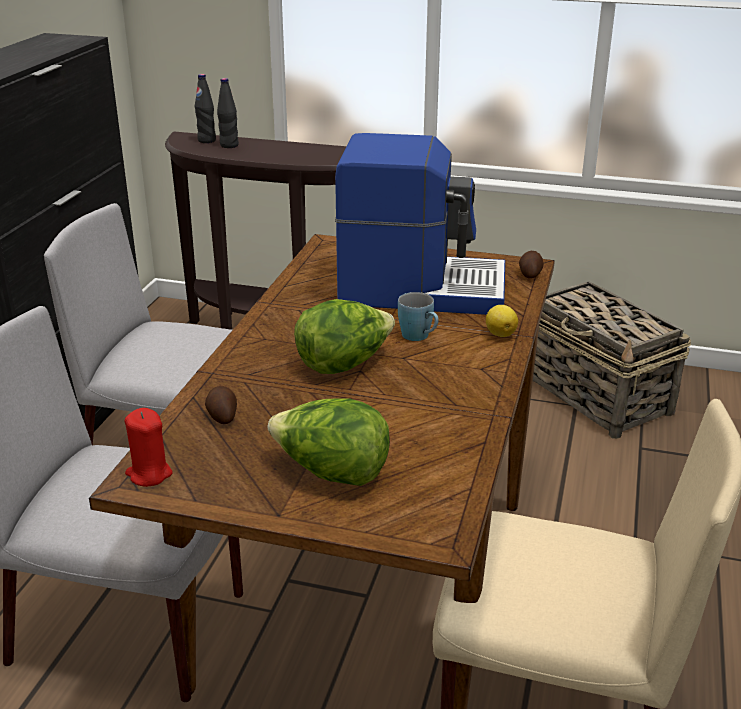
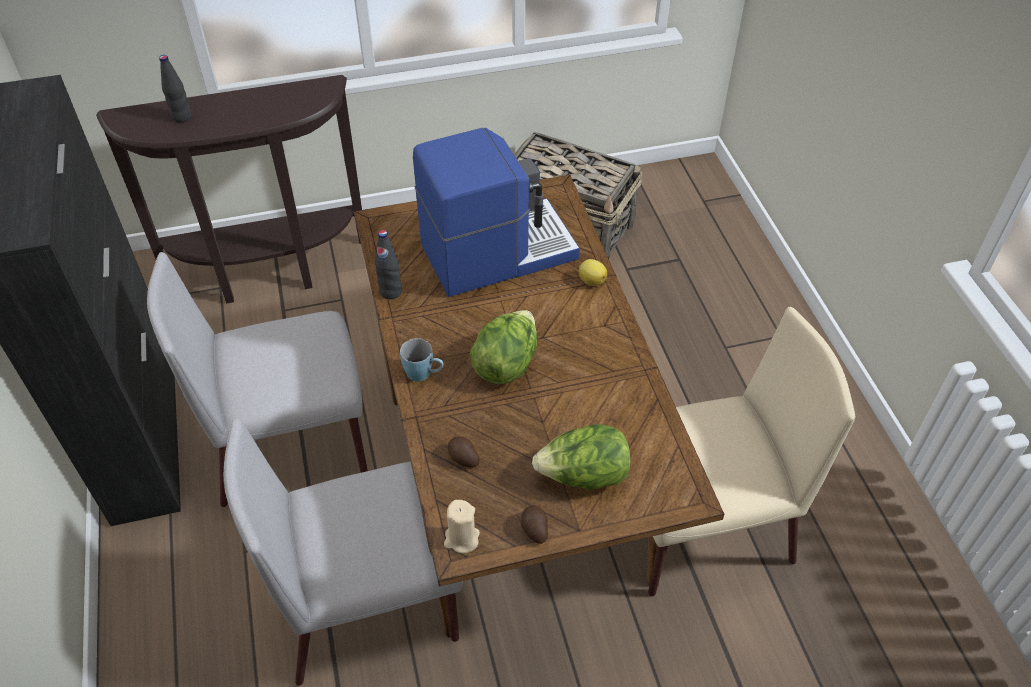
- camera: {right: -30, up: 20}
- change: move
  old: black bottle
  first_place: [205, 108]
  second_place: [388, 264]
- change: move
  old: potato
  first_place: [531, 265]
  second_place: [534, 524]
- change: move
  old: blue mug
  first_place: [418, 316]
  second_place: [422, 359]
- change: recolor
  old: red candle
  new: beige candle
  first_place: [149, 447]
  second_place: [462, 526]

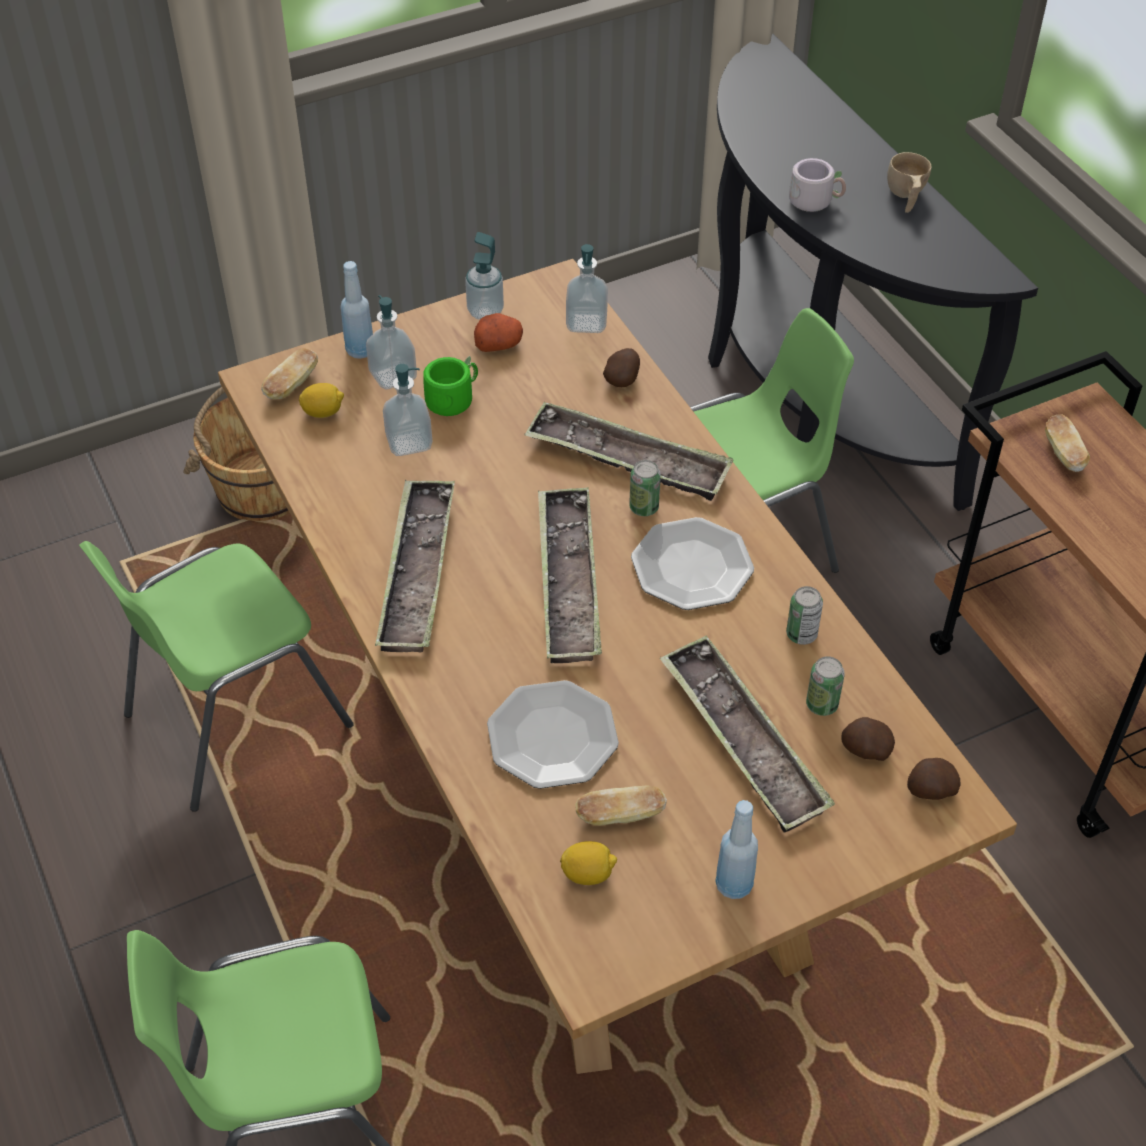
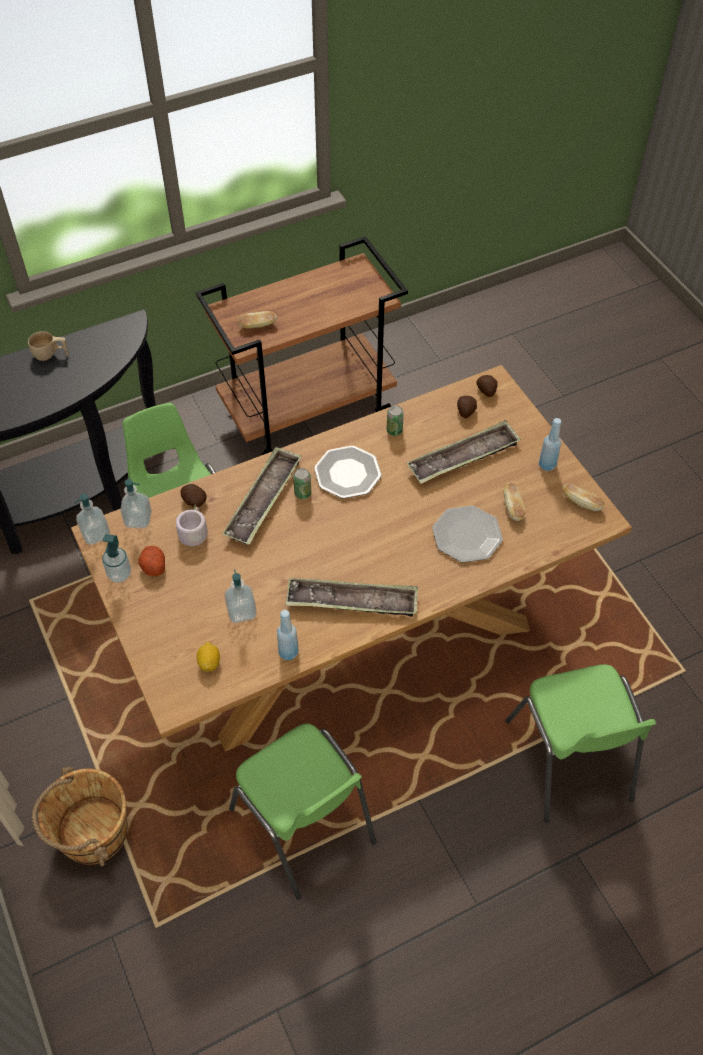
- camera: {right: -90, up: 5}
- change: move
  old: grey mug
  first_place: [817, 185]
  second_place: [190, 525]
- change: move
  old: blue bottle
  first_place: [357, 310]
  second_place: [288, 635]
- change: move
  old: soap dispenser
  first_place: [391, 342]
  second_place: [92, 519]
- change: move
  old: bread
  first_place: [289, 373]
  second_place: [584, 497]
- change: delete
  old: green mug
  first_place: [451, 386]
- change: delete
  old: tray
  first_place: [570, 575]
- change: delete
  old: can
  first_place: [825, 686]
- change: delete
  old: lemon
  first_place: [588, 863]

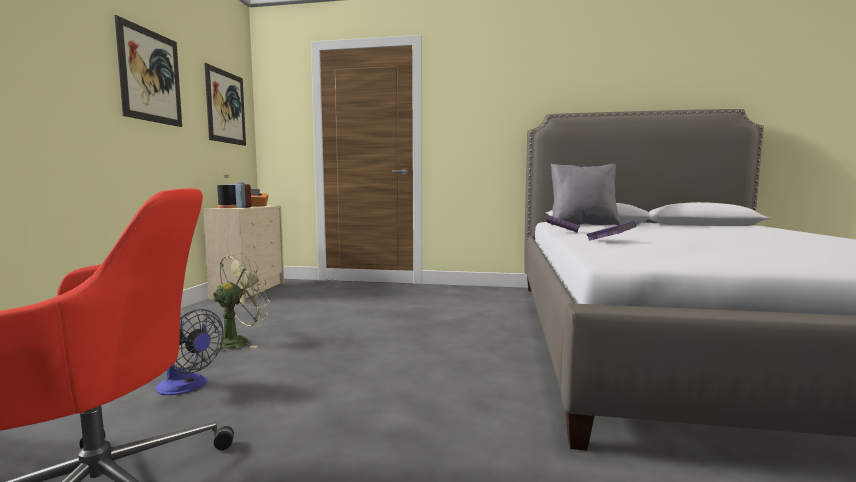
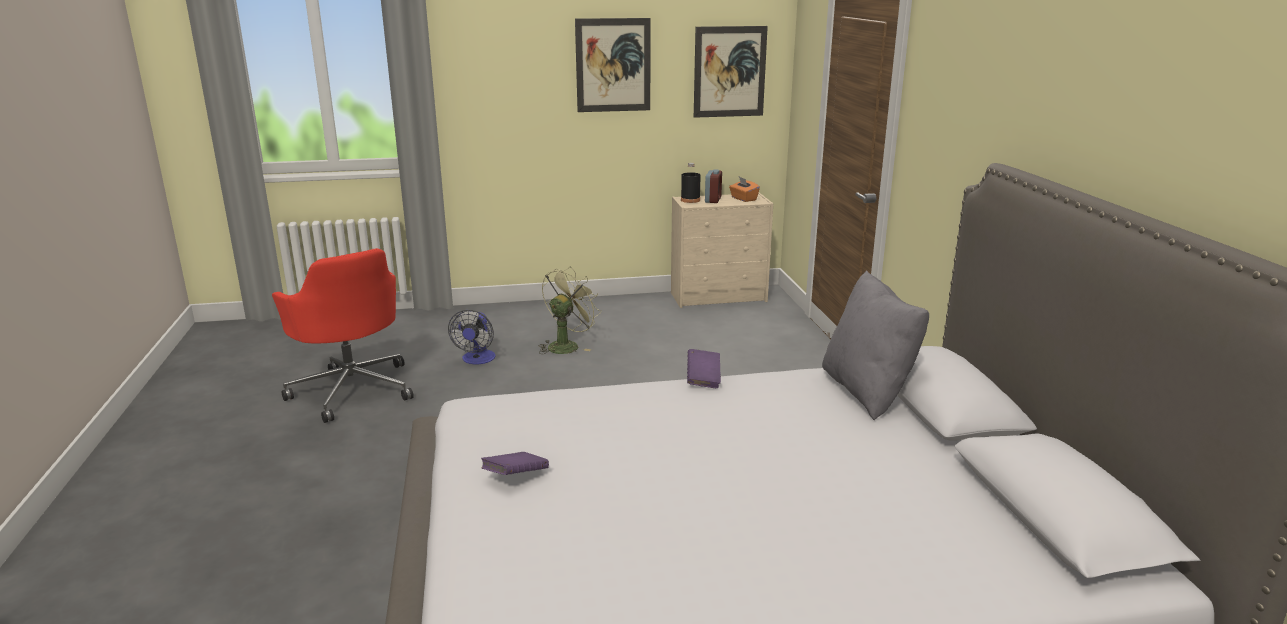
- camera: {right: 70, up: 15}
- change: move
  old: purple book
  first_place: [611, 231]
  second_place: [515, 463]
- change: rotate
  old: green fan
  first_place: [241, 301]
  second_place: [569, 310]
  degrees: -75

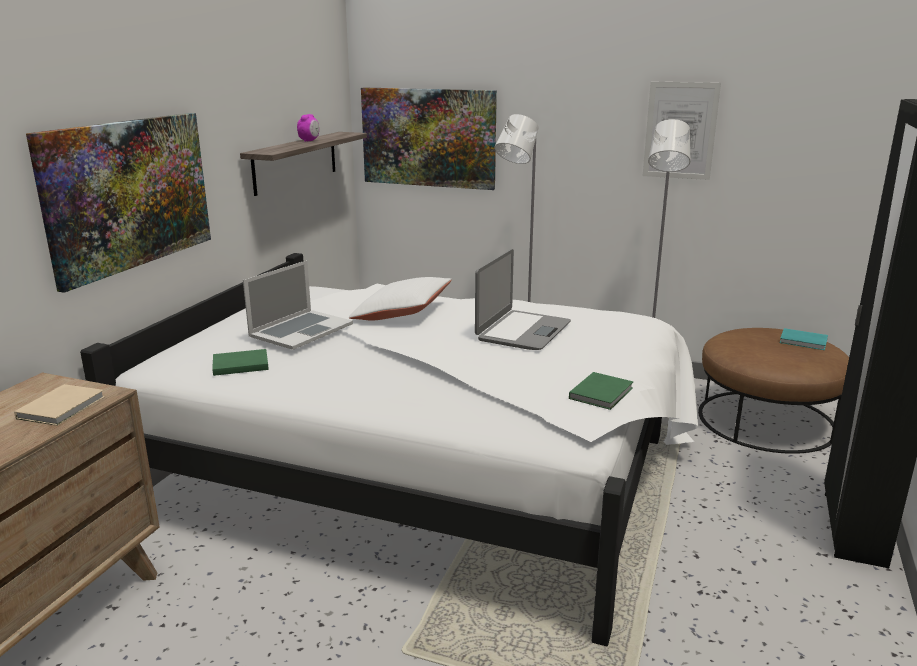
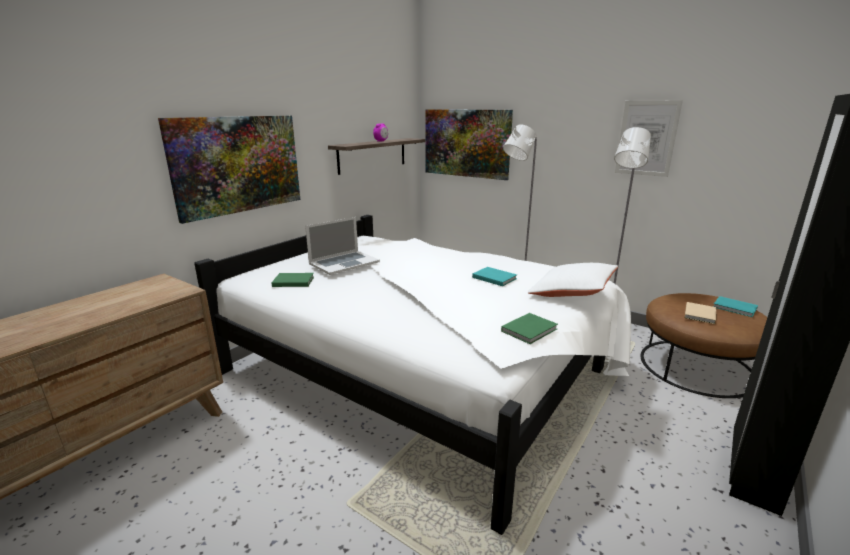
- camera: {right: 15, up: 0}
- change: replace
  old: laptop
  new: turquoise book
  first_place: [523, 299]
  second_place: [494, 276]
- change: move
  old: white pillow
  first_place: [400, 299]
  second_place: [573, 280]
- change: move
  old: beige book
  first_place: [59, 405]
  second_place: [700, 313]

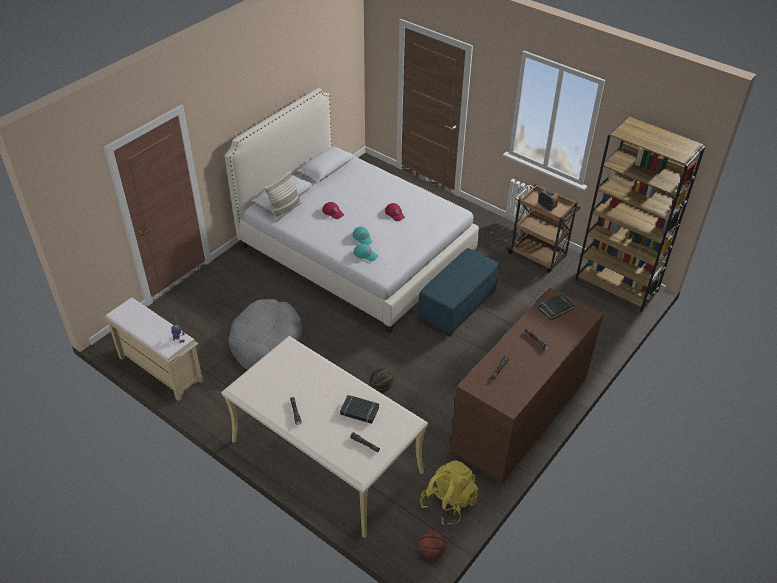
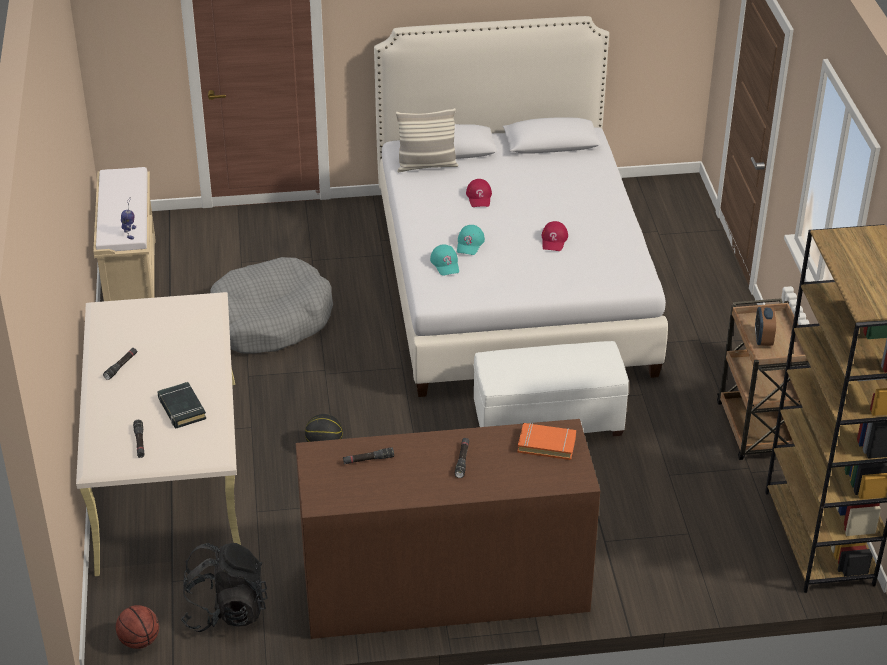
- camera: {right: 45, up: -5}
- change: recolor
  old: blue ottoman
  new: white ottoman
  first_place: [458, 292]
  second_place: [551, 388]
- change: recolor
  old: black book
  new: orange book
  first_place: [556, 306]
  second_place: [546, 441]
- change: recolor
  old: yellow backpack
  new: black backpack
  first_place: [449, 492]
  second_place: [224, 587]

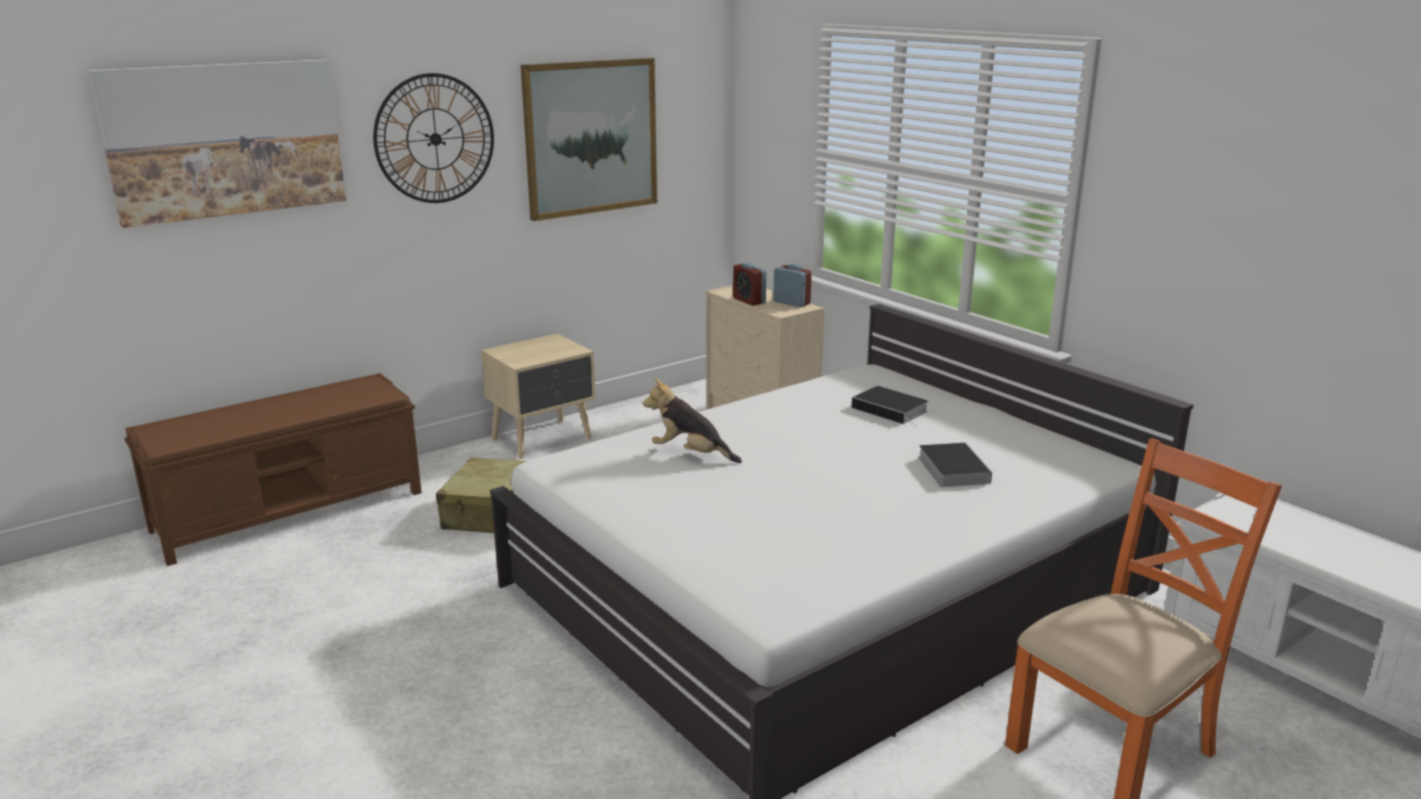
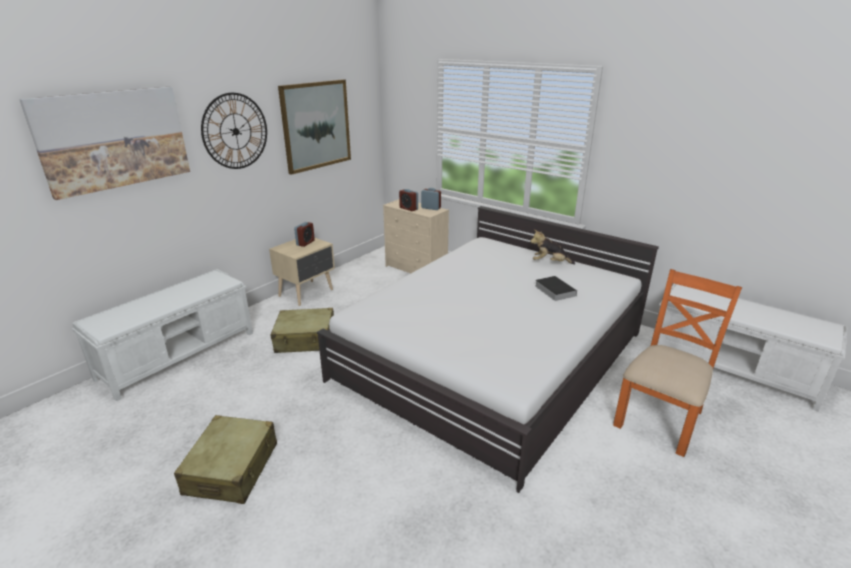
- camera: {right: -15, up: 5}
- change: recolor
  old: brown bench
  new: white bench
  first_place: [273, 469]
  second_place: [162, 335]
- change: move
  old: plush toy
  first_place: [692, 420]
  second_place: [552, 246]
- change: delete
  old: book
  first_place: [890, 406]
- change: insert
  new: alarm clock
  second_place: [304, 234]
- change: insert
  new: beige suitcase
  second_place: [225, 459]

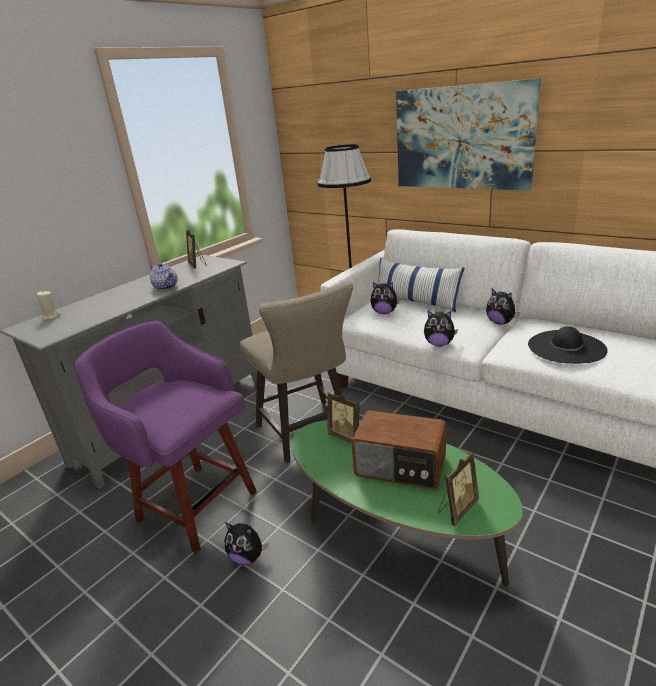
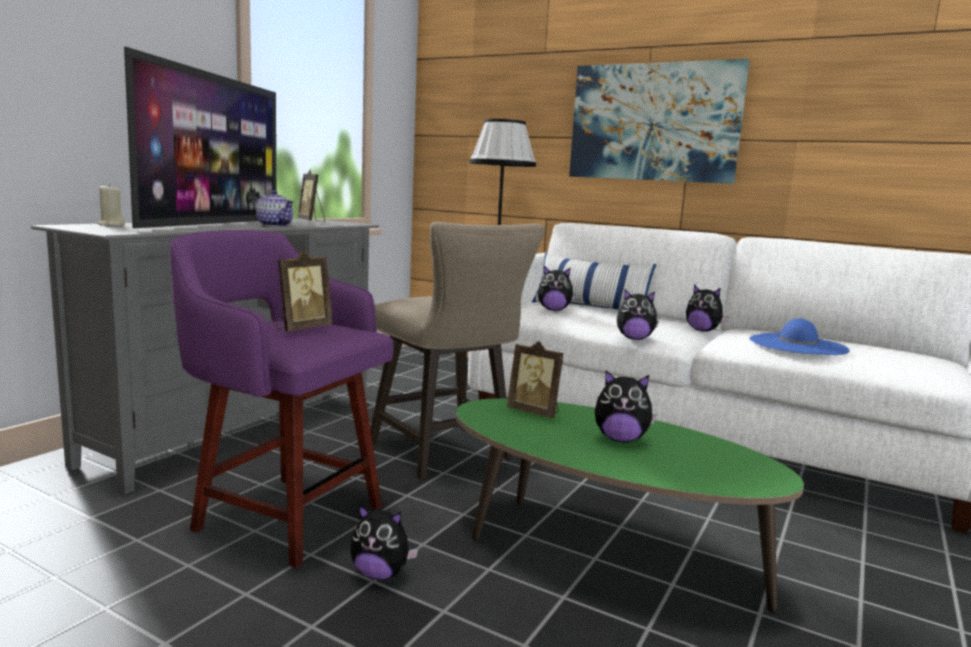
- camera: {right: -10, up: -15}
- change: recolor
  old: black hat
  new: blue hat
  first_place: [568, 345]
  second_place: [799, 336]
- change: replace
  old: radio
  new: plush toy
  first_place: [398, 450]
  second_place: [625, 406]
- change: move
  old: picture frame
  first_place: [458, 489]
  second_place: [304, 290]
- change: insert
  new: television
  second_place: [200, 137]

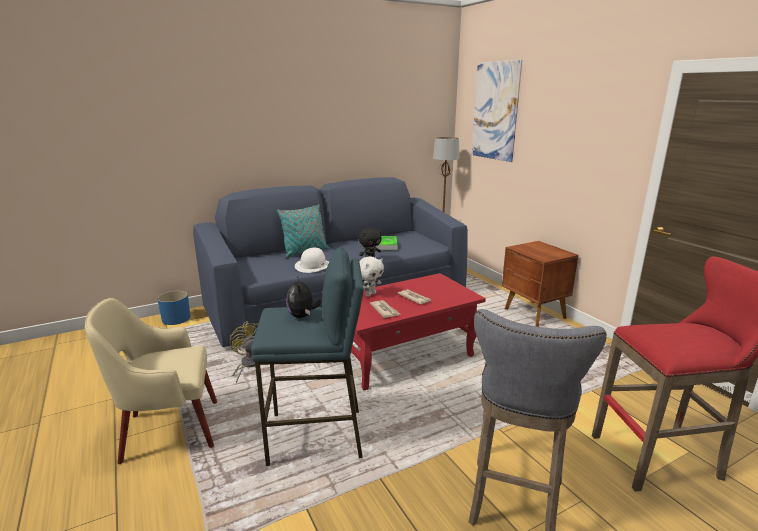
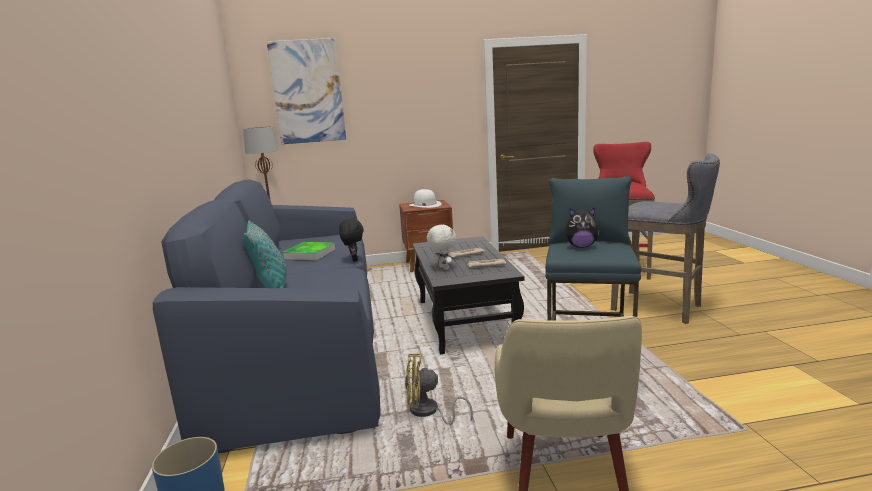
- camera: {right: -70, up: -5}
- change: move
  old: white hat
  first_place: [312, 260]
  second_place: [425, 198]
- change: recolor
  old: red coffee table
  new: black coffee table
  first_place: [418, 331]
  second_place: [469, 295]

